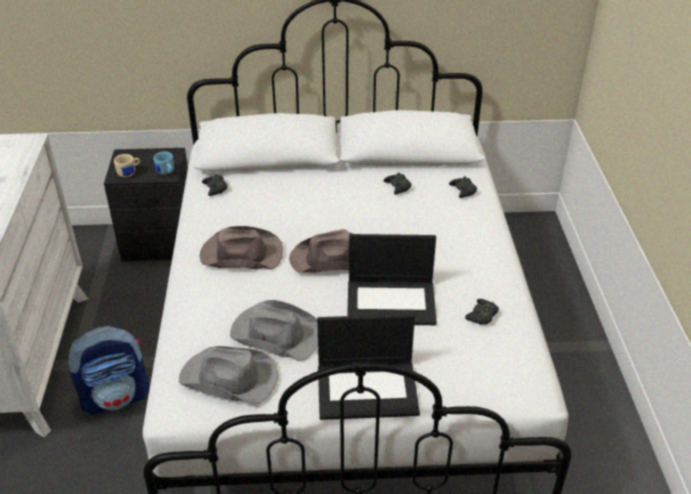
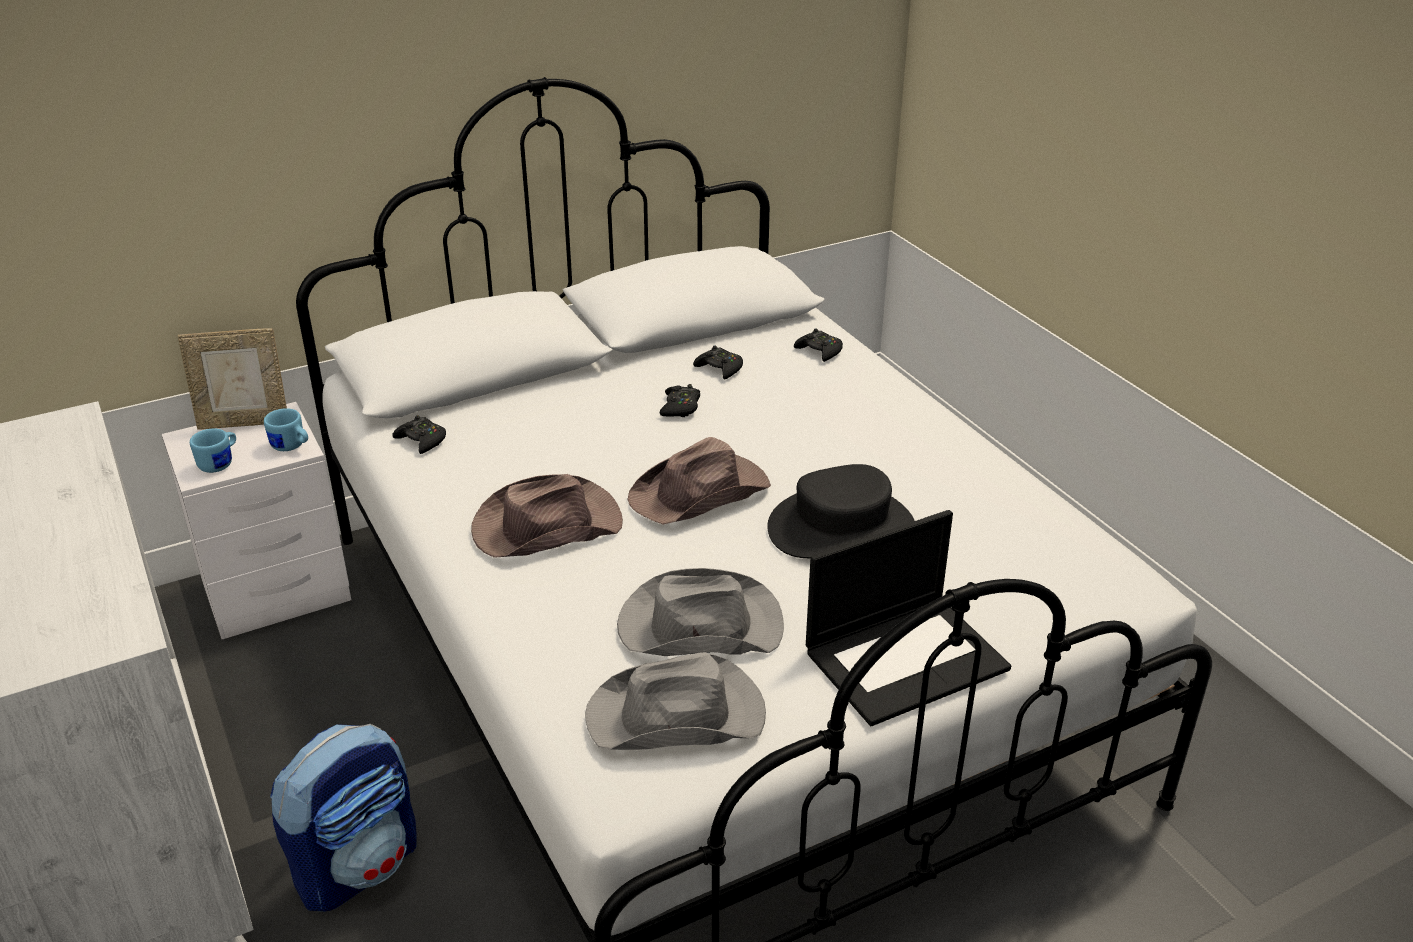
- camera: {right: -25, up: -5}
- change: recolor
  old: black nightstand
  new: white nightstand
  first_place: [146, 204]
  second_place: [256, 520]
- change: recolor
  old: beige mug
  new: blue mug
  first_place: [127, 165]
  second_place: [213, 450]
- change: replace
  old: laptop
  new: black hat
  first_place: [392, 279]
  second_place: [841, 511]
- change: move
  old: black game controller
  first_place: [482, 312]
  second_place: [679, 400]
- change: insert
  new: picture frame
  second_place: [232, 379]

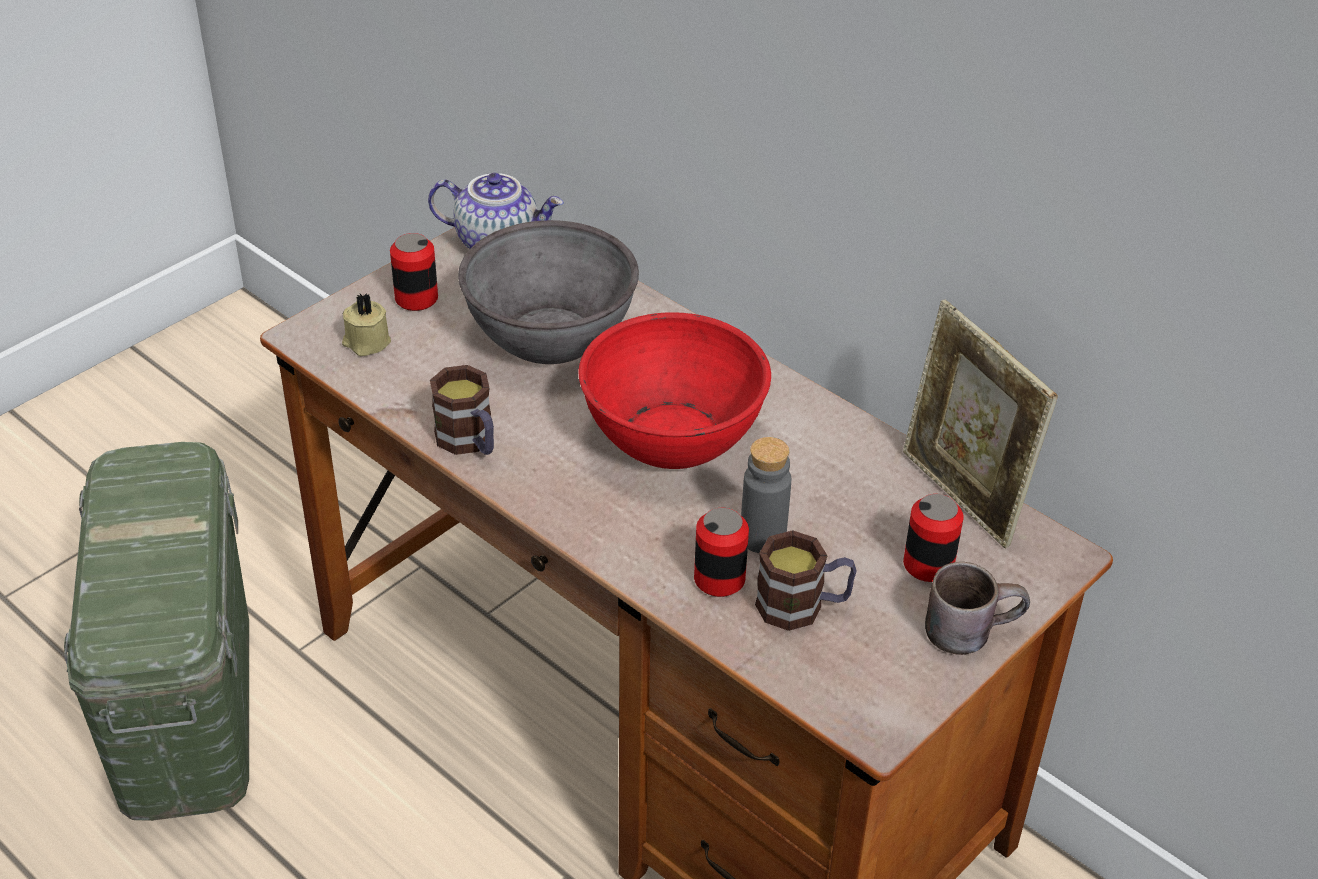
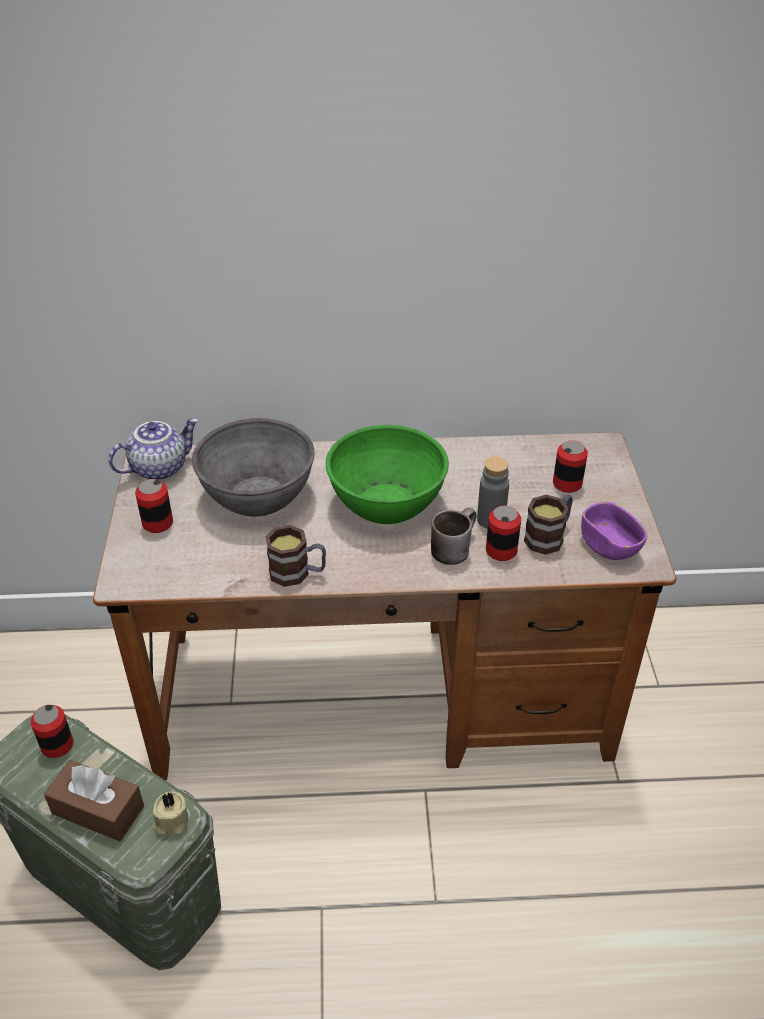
- camera: {right: -45, up: 0}
- change: move
  old: beige candle
  first_place: [366, 324]
  second_place: [170, 813]
- change: delete
  old: picture frame
  first_place: [980, 424]
- change: recolor
  old: red bowl
  new: green bowl
  first_place: [675, 390]
  second_place: [387, 474]
- change: move
  old: brown mug
  first_place: [977, 608]
  second_place: [454, 536]
- change: insert
  new: purple bowl
  second_place: [614, 531]
- change: insert
  new: can
  second_place: [52, 731]
- change: insert
  new: brown tissue box
  second_place: [94, 800]

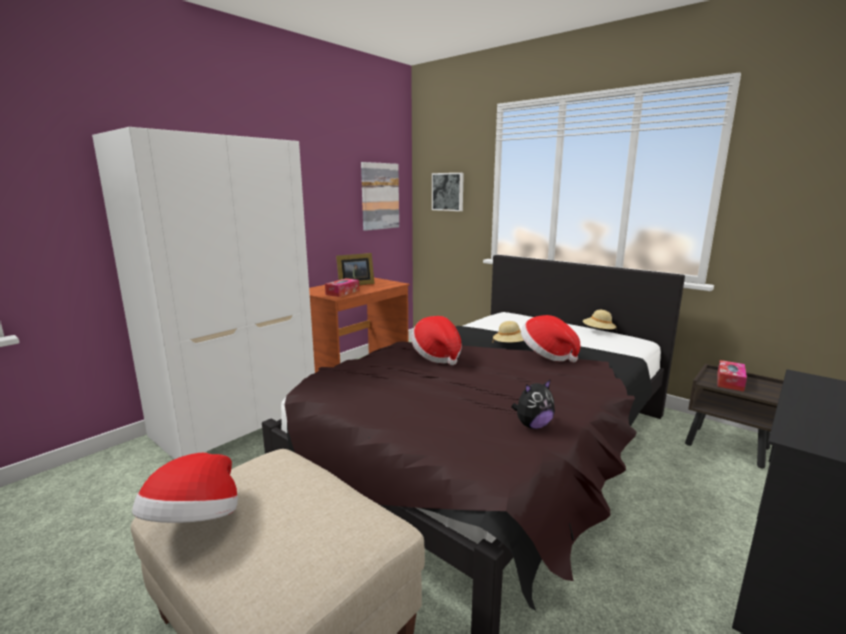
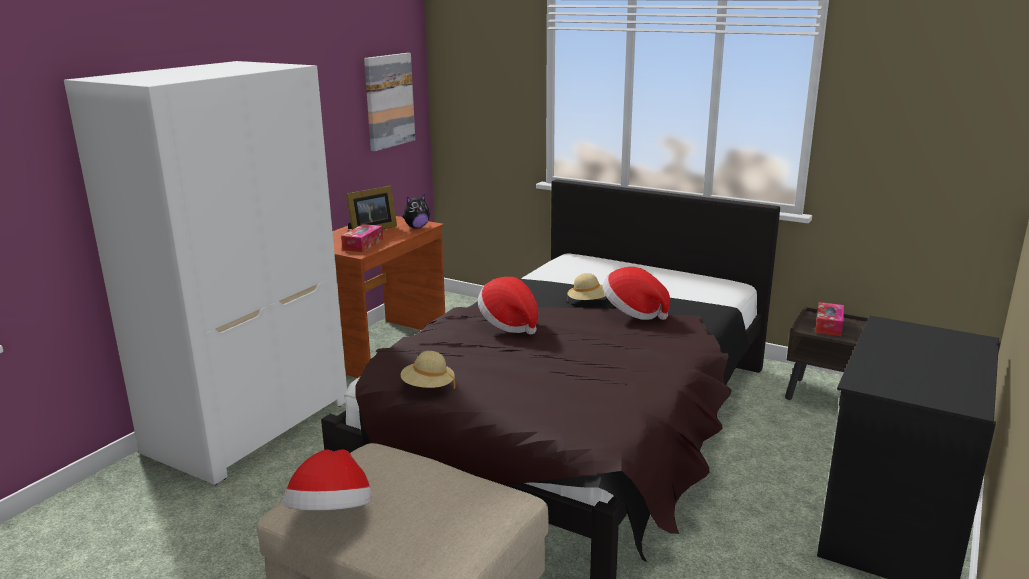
- camera: {right: -10, up: 5}
- change: delete
  old: picture
  first_place: [448, 192]
- change: move
  old: beige hat
  first_place: [600, 319]
  second_place: [428, 370]
- change: move
  old: plush toy
  first_place: [533, 404]
  second_place: [416, 211]

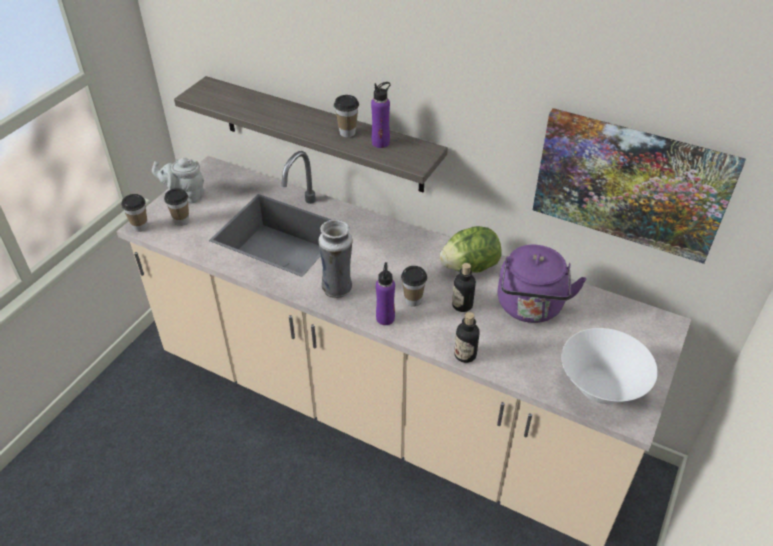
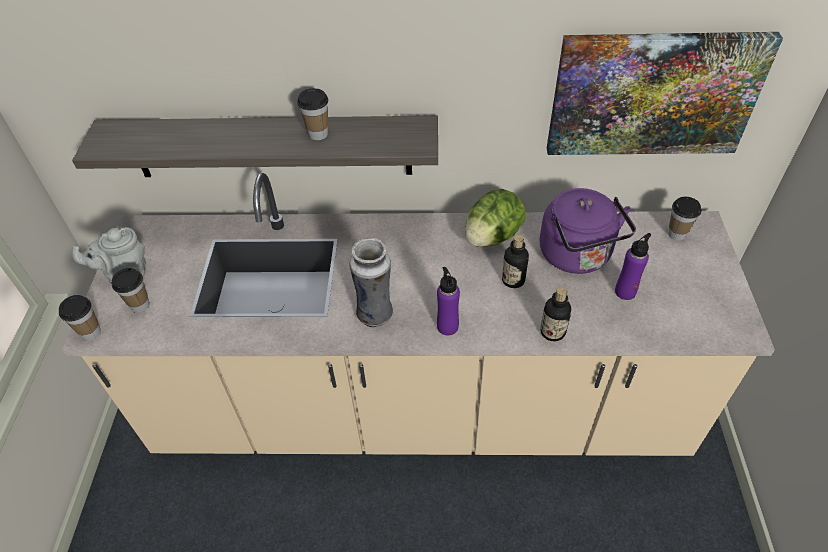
- camera: {right: -25, up: 5}
- change: move
  old: purple bottle
  first_place: [381, 115]
  second_place: [633, 266]
- change: move
  old: cup
  first_place: [414, 286]
  second_place: [684, 219]
- change: delete
  old: white bowl
  first_place: [609, 366]

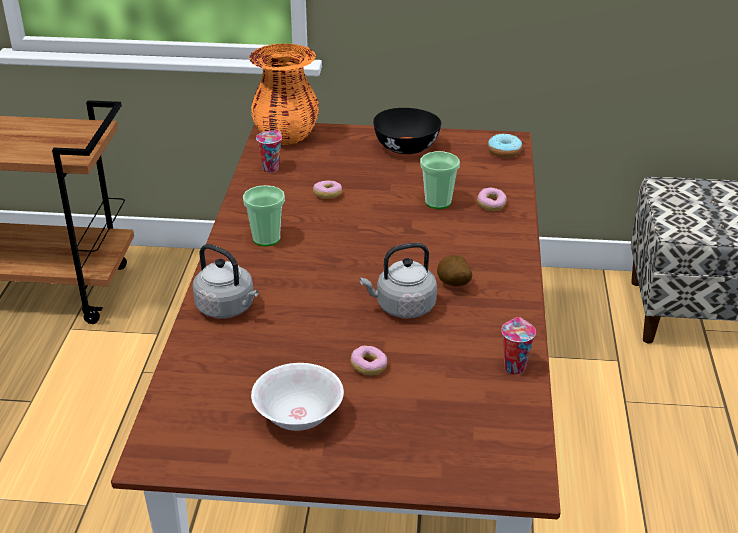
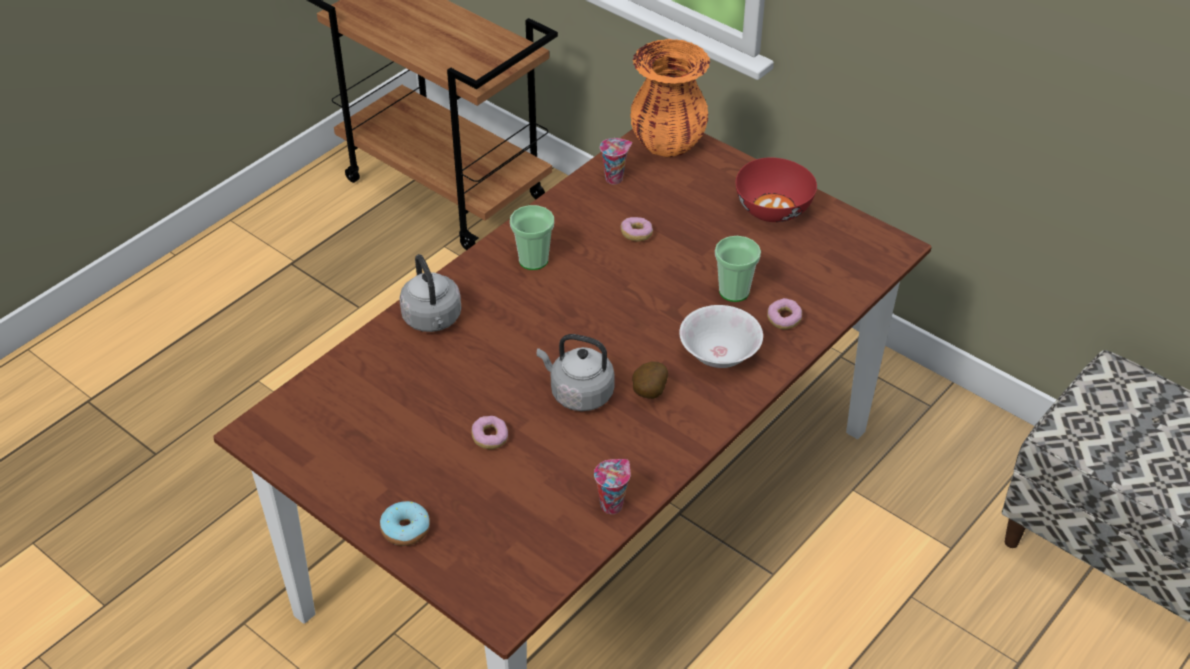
- camera: {right: 35, up: 10}
- change: recolor
  old: black bowl
  new: red bowl
  first_place: [407, 131]
  second_place: [776, 189]
- change: move
  old: donut
  first_place: [505, 146]
  second_place: [405, 523]
- change: move
  old: white bowl
  first_place: [297, 397]
  second_place: [721, 336]

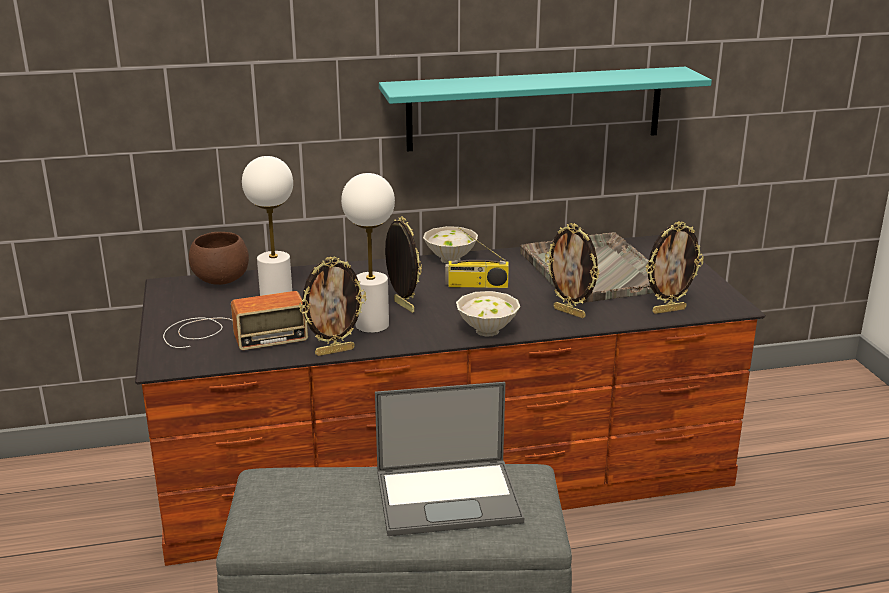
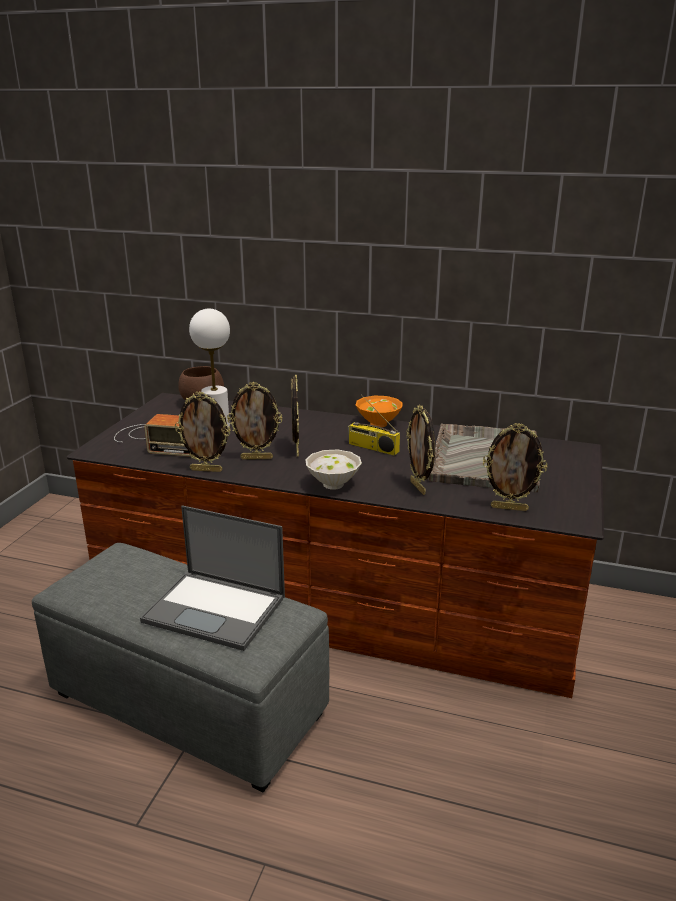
- camera: {right: 30, up: 0}
- change: delete
  old: turquoise shelf
  first_place: [545, 109]
- change: replace
  old: white table lamp
  new: picture frame
  first_place: [368, 253]
  second_place: [254, 421]
- change: recolor
  old: white bowl
  new: orange bowl
  first_place: [450, 245]
  second_place: [379, 411]

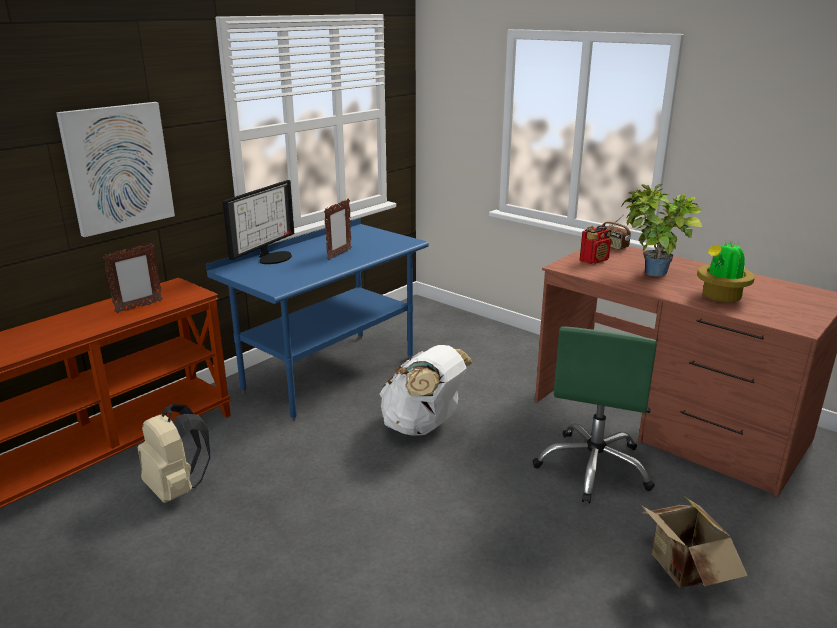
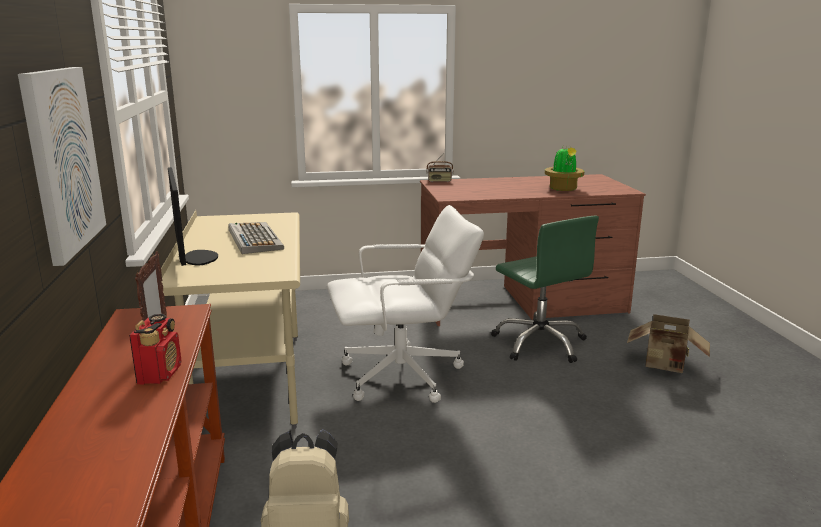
- camera: {right: -50, up: -5}
- change: delete
  old: potted plant
  first_place: [662, 230]
- change: replace
  old: picture frame
  new: keyboard
  first_place: [338, 229]
  second_place: [256, 238]
- change: recolor
  old: blue desk
  new: beige desk
  first_place: [317, 319]
  second_place: [230, 319]
- change: move
  old: radio
  first_place: [595, 245]
  second_place: [155, 349]
- change: replace
  old: white backpack
  new: white office chair
  first_place: [426, 390]
  second_place: [405, 304]

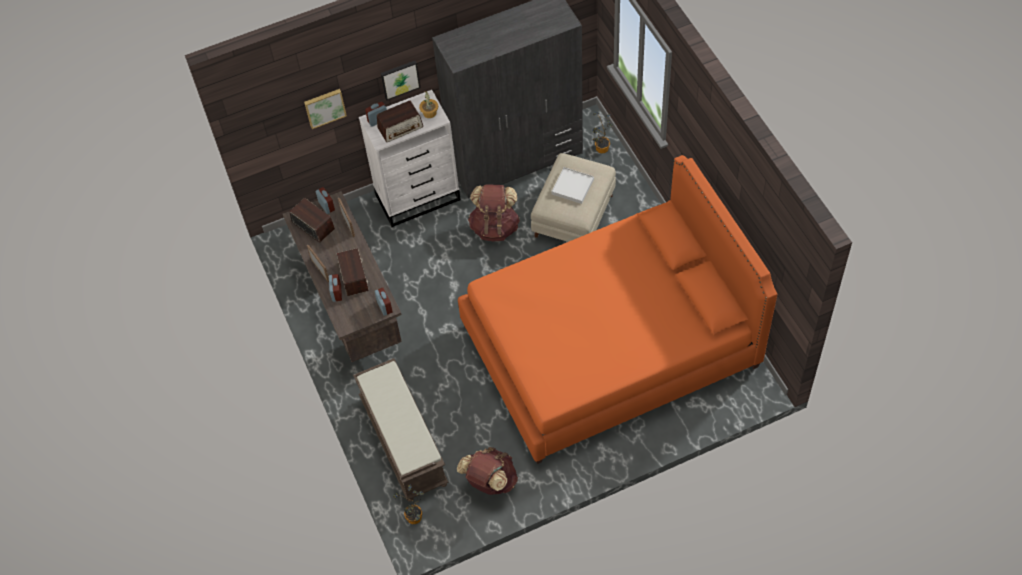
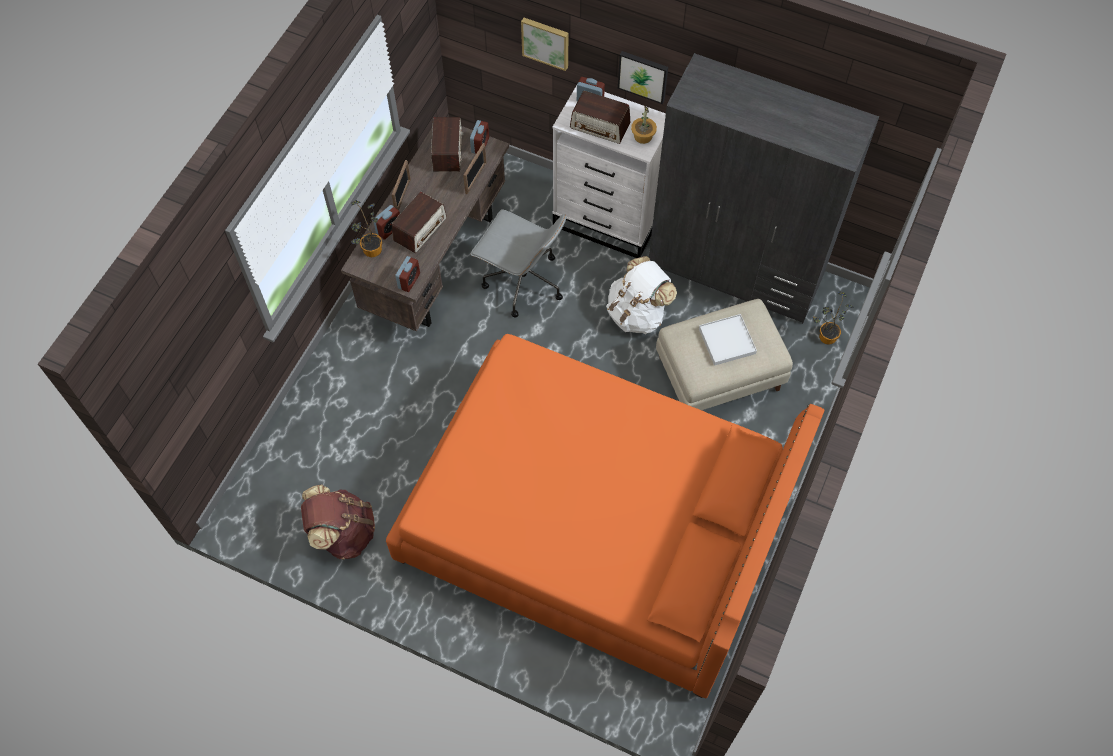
- camera: {right: 45, up: 5}
- change: recolor
  old: brown backpack
  new: white backpack
  first_place: [494, 212]
  second_place: [641, 295]
- change: delete
  old: brown bench
  first_place: [401, 430]
- change: move
  old: potted plant
  first_place: [408, 504]
  second_place: [366, 228]
- change: insert
  new: grey office chair
  second_place: [518, 263]

